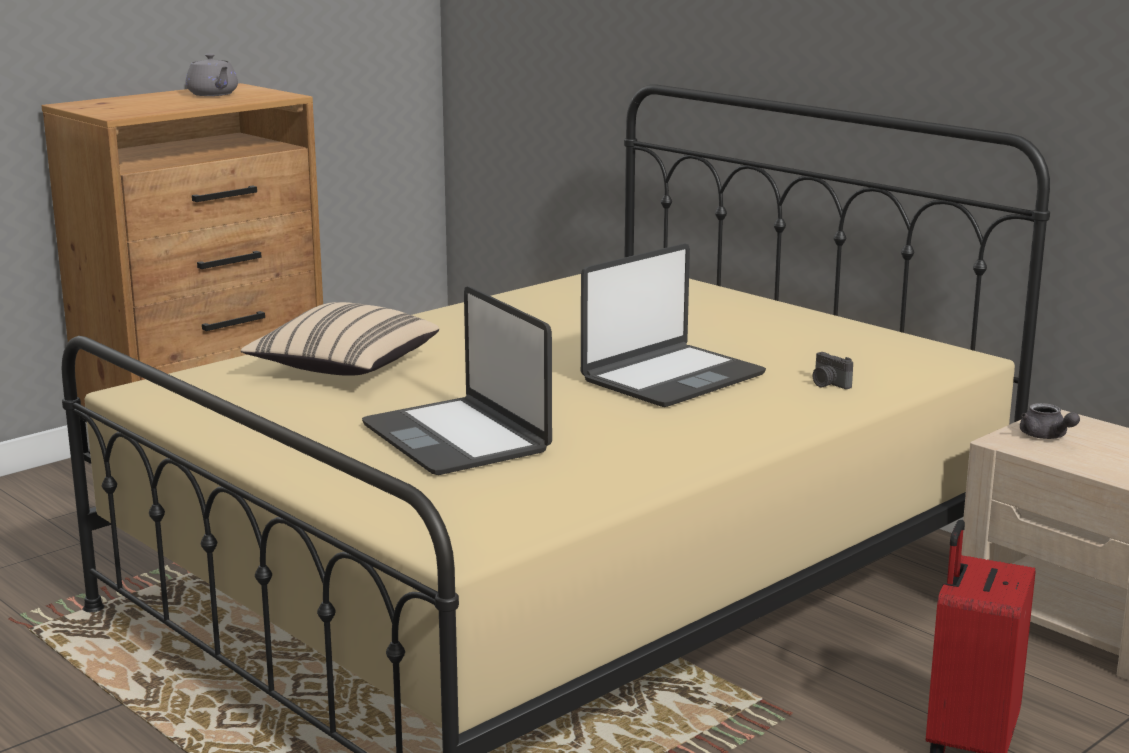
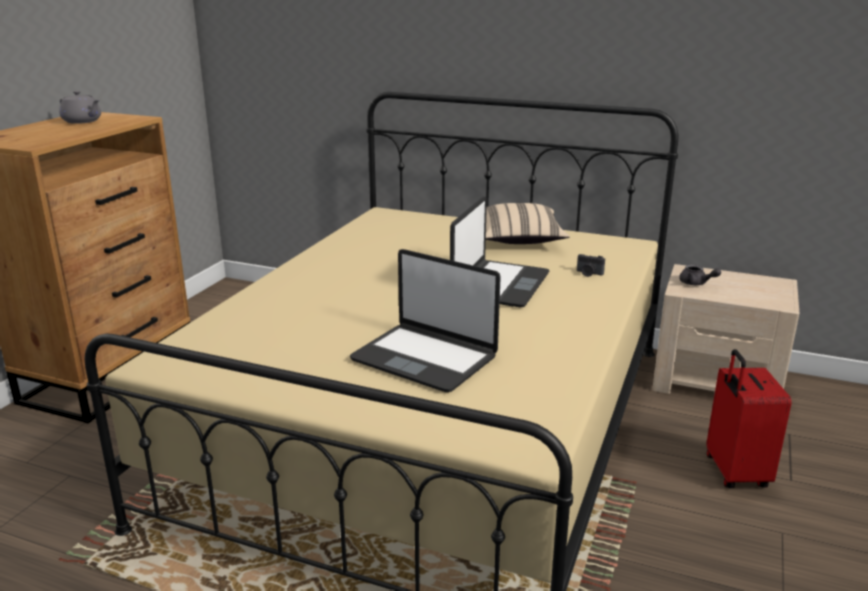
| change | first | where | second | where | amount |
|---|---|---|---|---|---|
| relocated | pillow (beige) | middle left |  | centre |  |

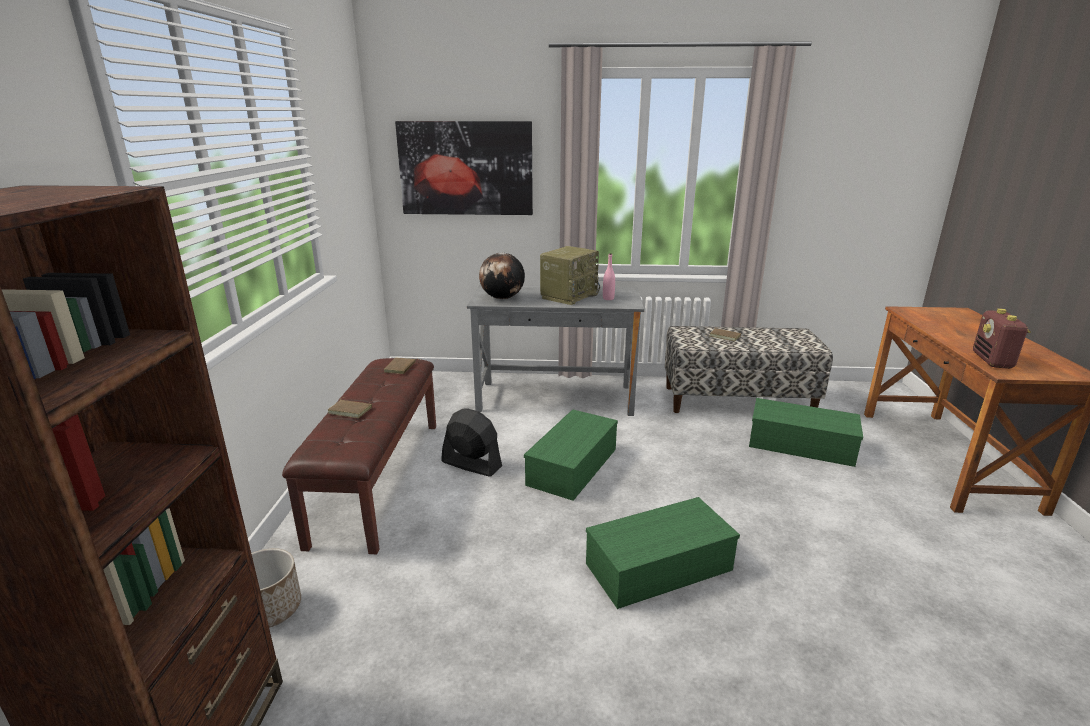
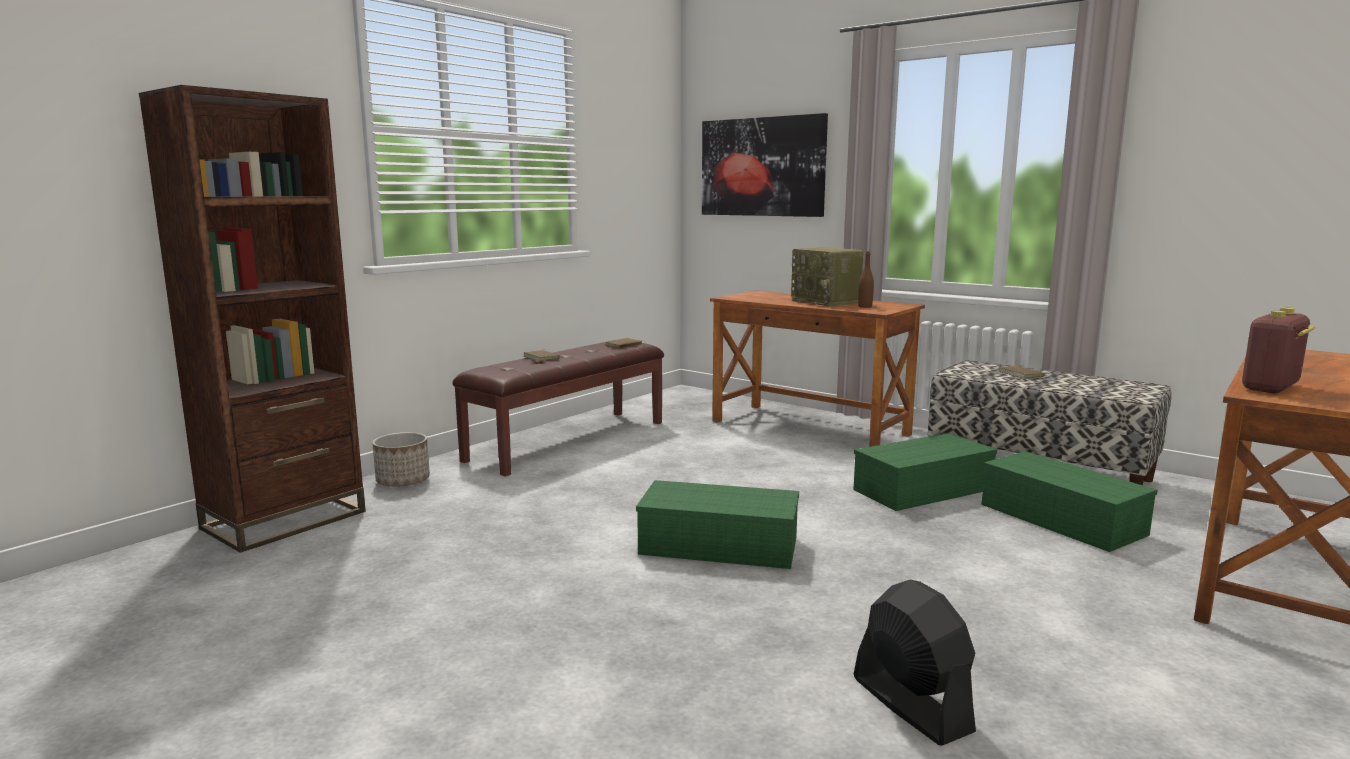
| change | first | where | second | where | amount |
|---|---|---|---|---|---|
| relocated | fan (black) | centre |  | bottom right |  |
| colour | desk (grey) | centre | desk (brown) (no. 1 from left) | centre |  |
| missing | globe | centre |  |  |  |
| relocated | storage box (green) (no. 1 from left in the first image) | centre | storage box (green) (no. 2 from left) | middle right |  |
| spun | radio (no. 1 from left) | centre |  | centre | 75 degrees clockwise |
| colour | bottle (pink) | centre | bottle (brown) | centre |  |

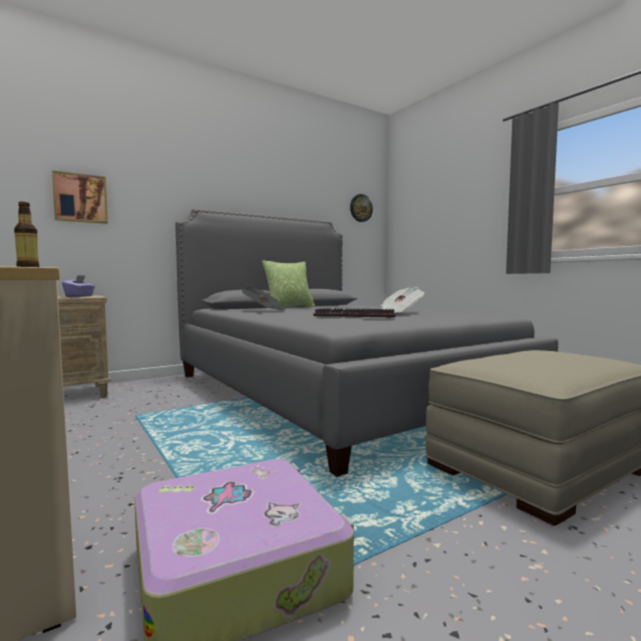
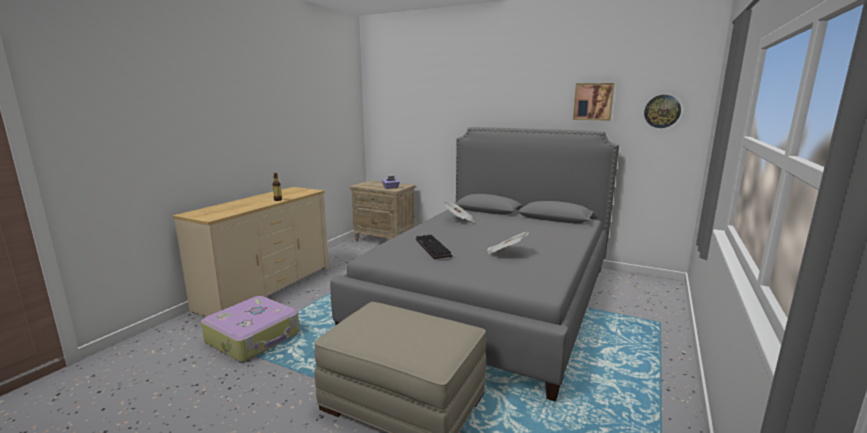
| change | first | where | second | where | amount |
|---|---|---|---|---|---|
| relocated | picture | top left |  | top right |  |
| missing | pillow | centre |  |  |  |

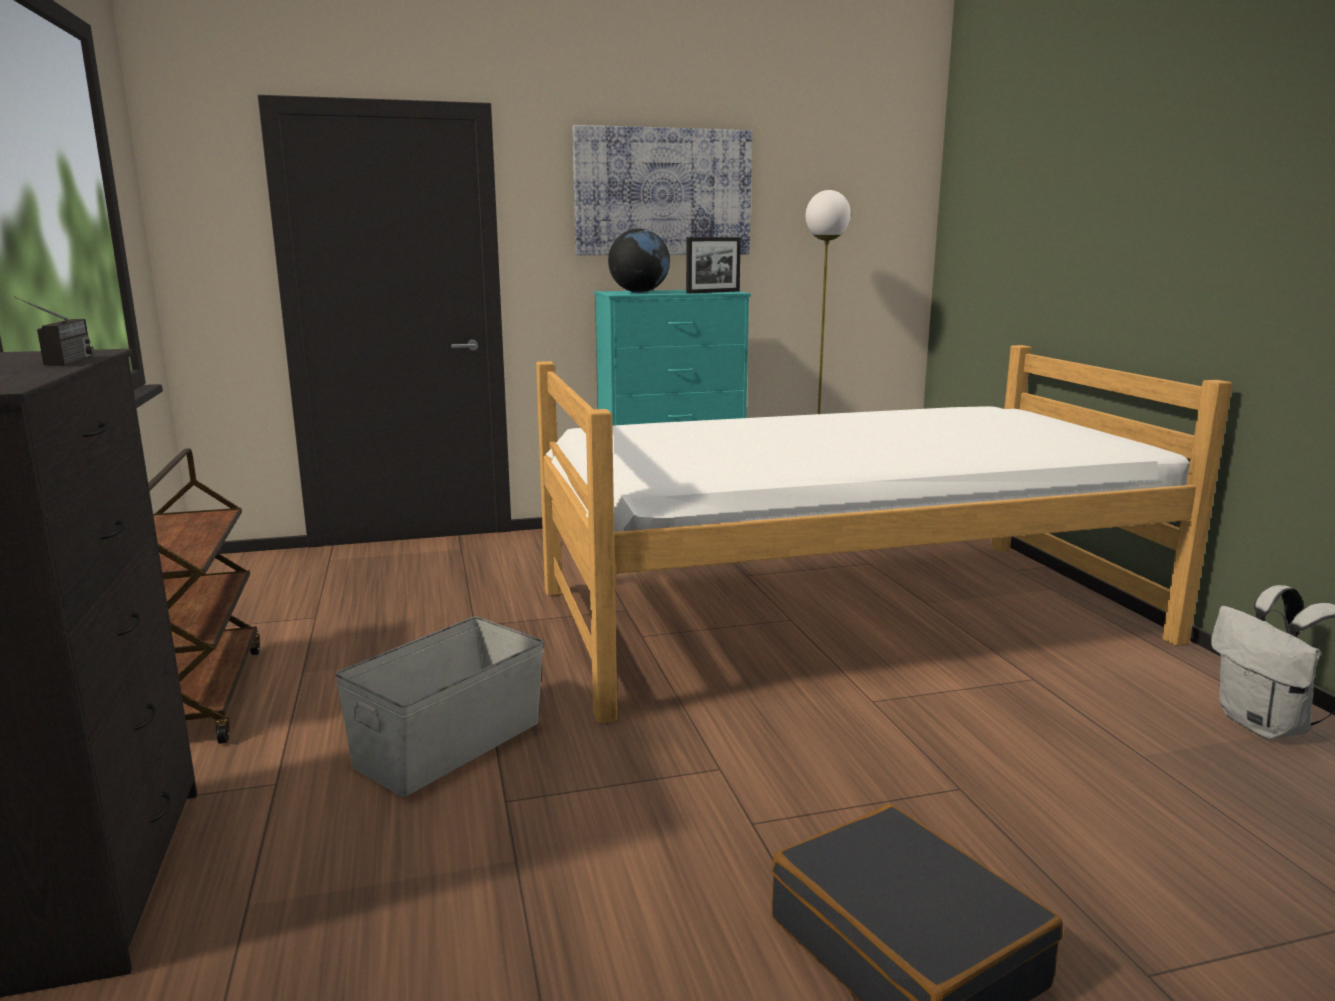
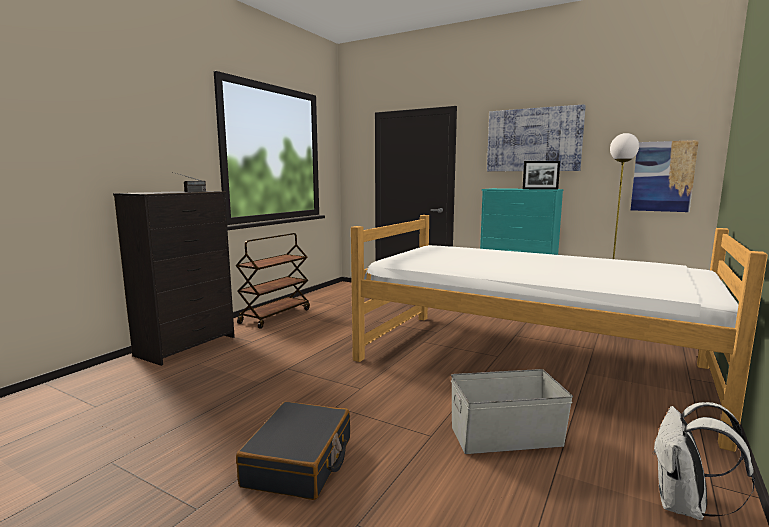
| change | first | where | second | where | amount |
|---|---|---|---|---|---|
| relocated | storage box (grey) | bottom left |  | bottom centre |  |
| missing | globe | top centre |  |  |  |
| appeared |  |  | picture (no. 2 from left) | middle right |  |

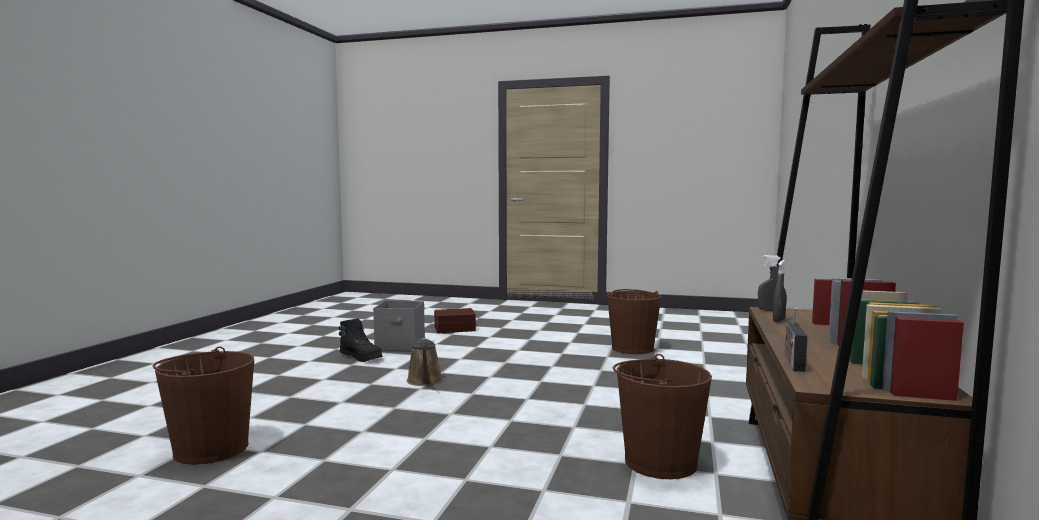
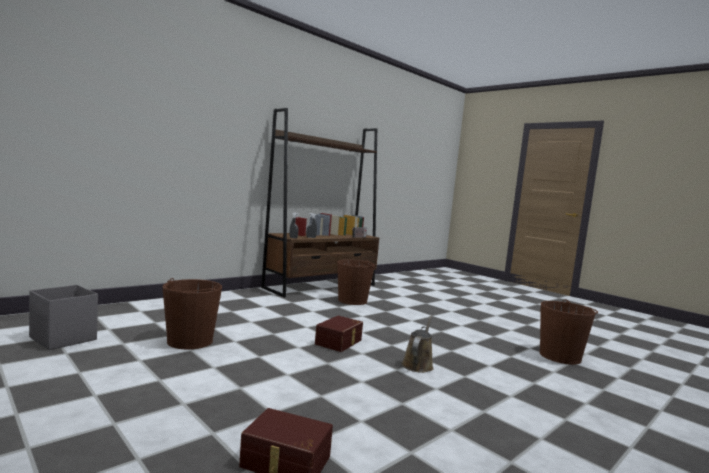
| change | first | where | second | where | amount |
|---|---|---|---|---|---|
| missing | boot (black) | centre |  |  |  |
| relocated | storage box (grey) | centre |  | bottom left |  |
| appeared |  |  | storage box (brown) (no. 2 from left) | bottom centre |  |

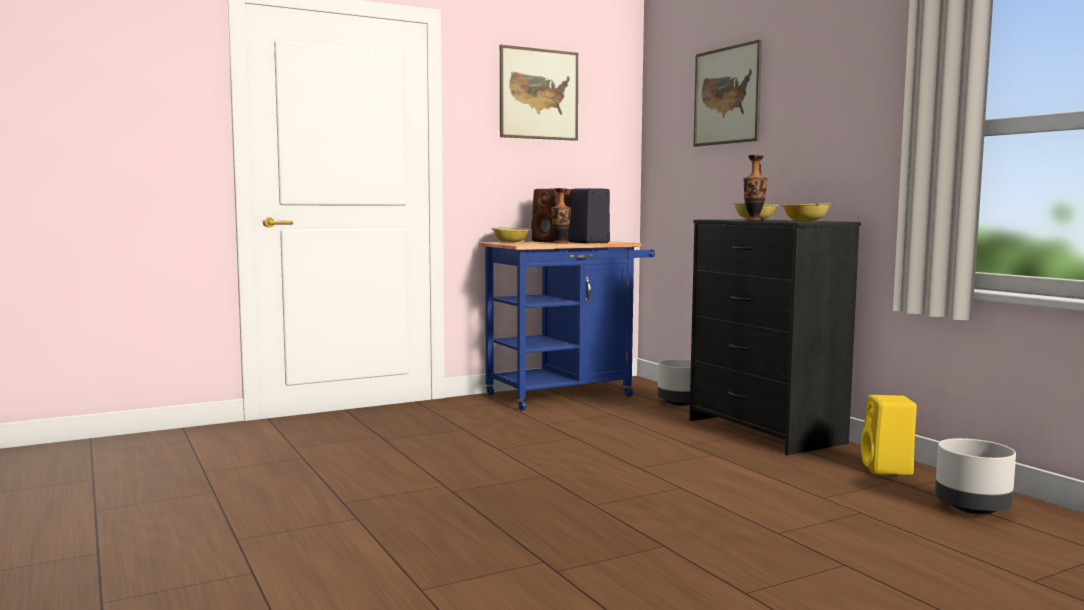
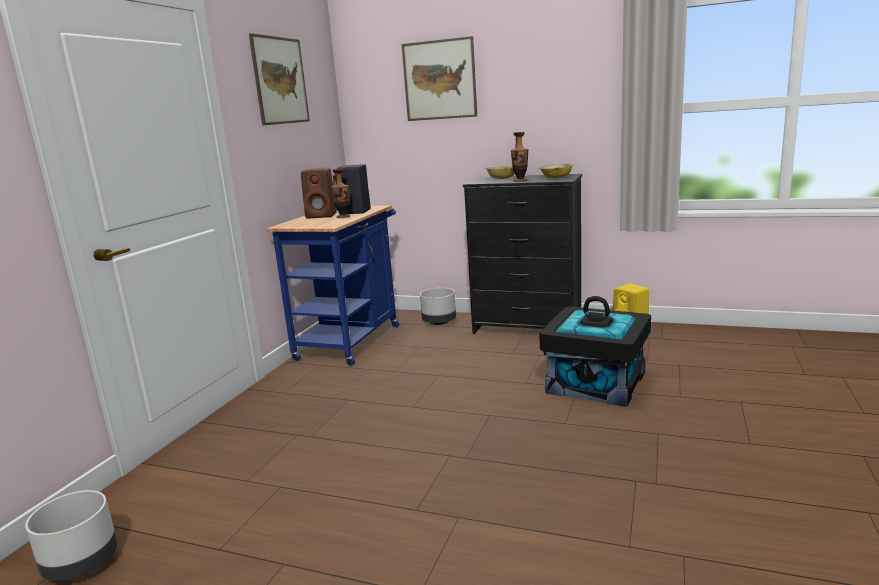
| change | first | where | second | where | amount |
|---|---|---|---|---|---|
| missing | bowl (no. 1 from left) | centre |  |  |  |
| relocated | planter (grey) (no. 2 from left in the first image) | bottom right | planter (grey) (no. 1 from left) | bottom left |  |
| appeared |  |  | storage box (black) | middle right |  |

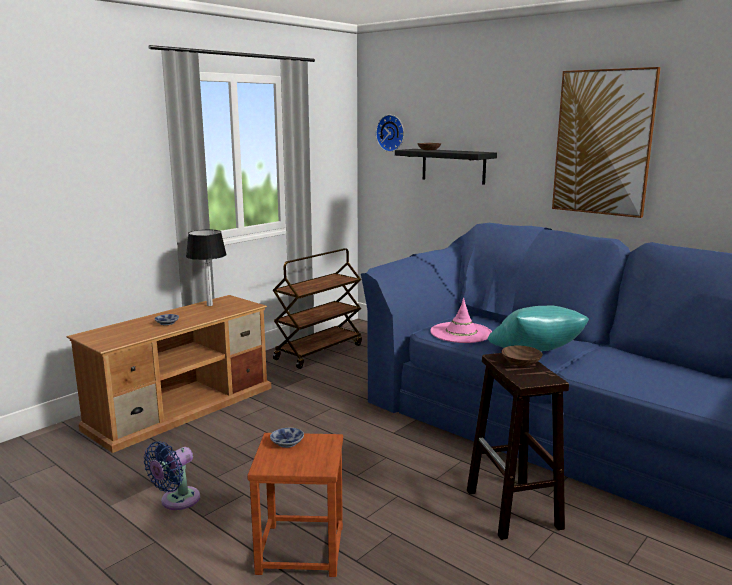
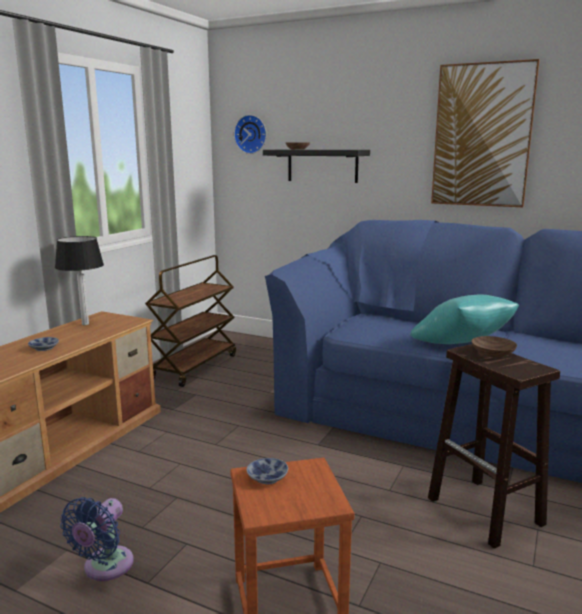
| change | first | where | second | where | amount |
|---|---|---|---|---|---|
| missing | hat (pink) | centre |  |  |  |

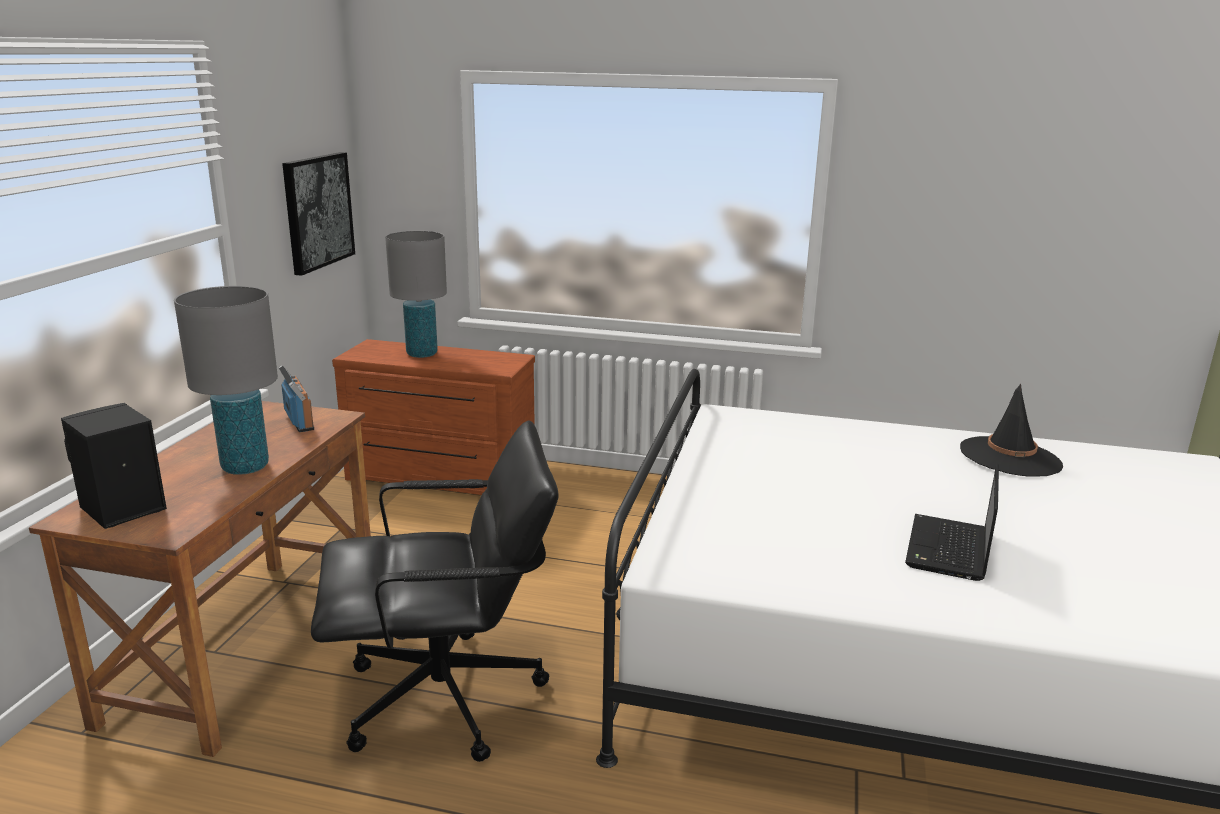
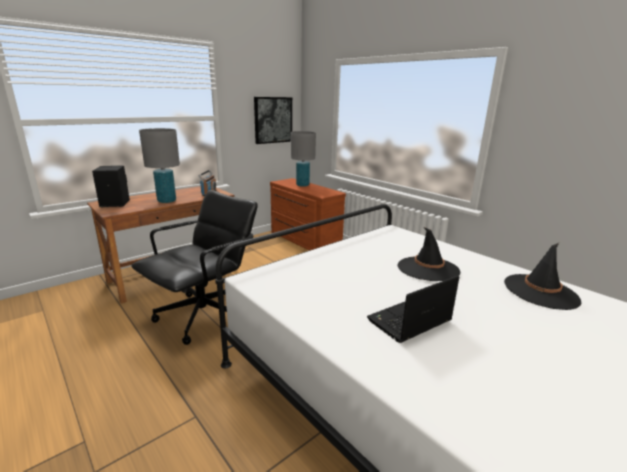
| change | first | where | second | where | amount |
|---|---|---|---|---|---|
| spun | office chair (black) | bottom centre |  | middle left | 75 degrees counterclockwise |
| appeared |  |  | hat (black) (no. 1 from left) | middle right |  |

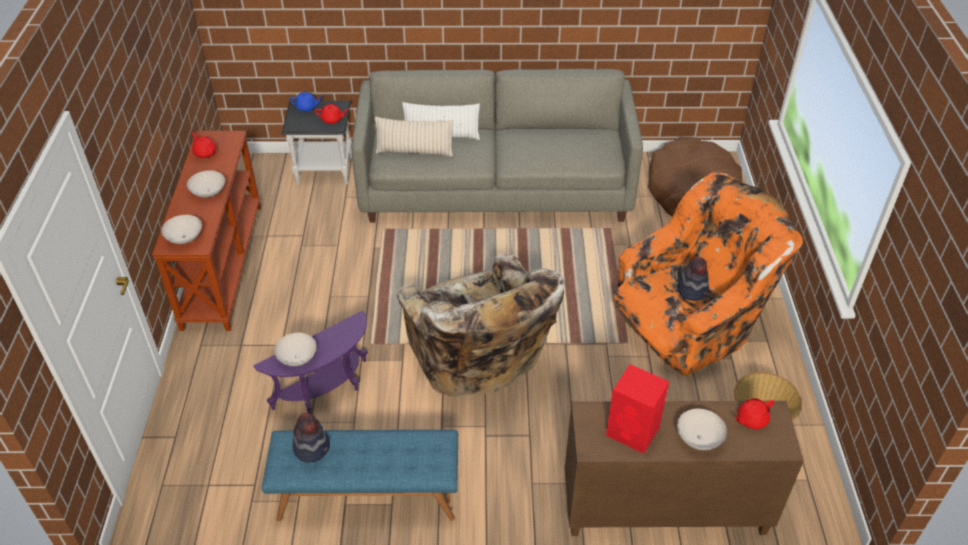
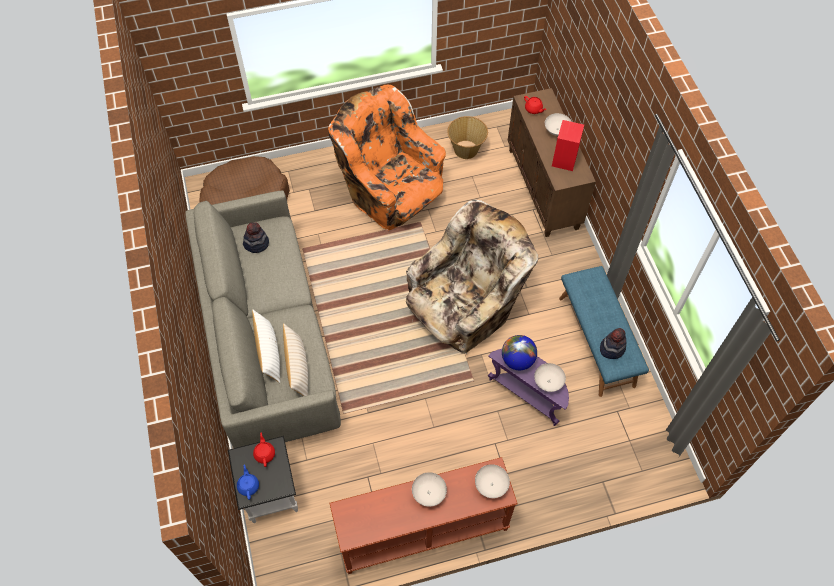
| change | first | where | second | where | amount |
|---|---|---|---|---|---|
| missing | teapot (red) (no. 1 from left) | top left |  |  |  |
| relocated | hat (no. 2 from left in the first image) | middle right | hat (no. 1 from left) | middle left |  |
| appeared |  |  | globe | centre |  |

